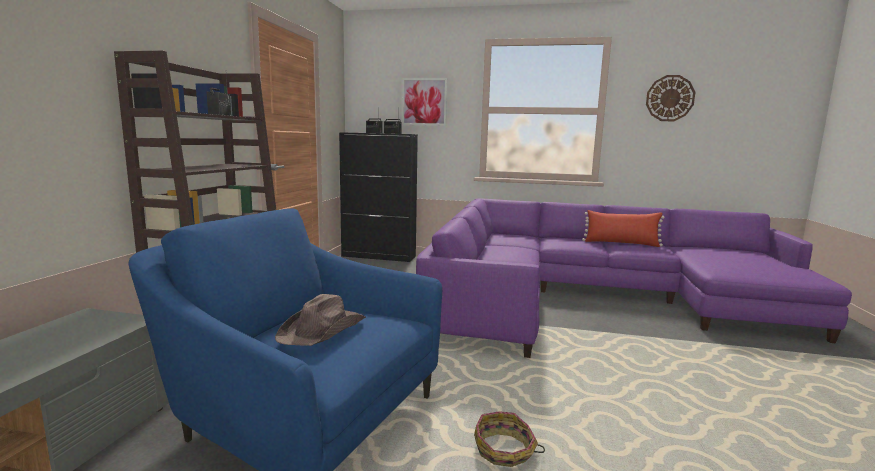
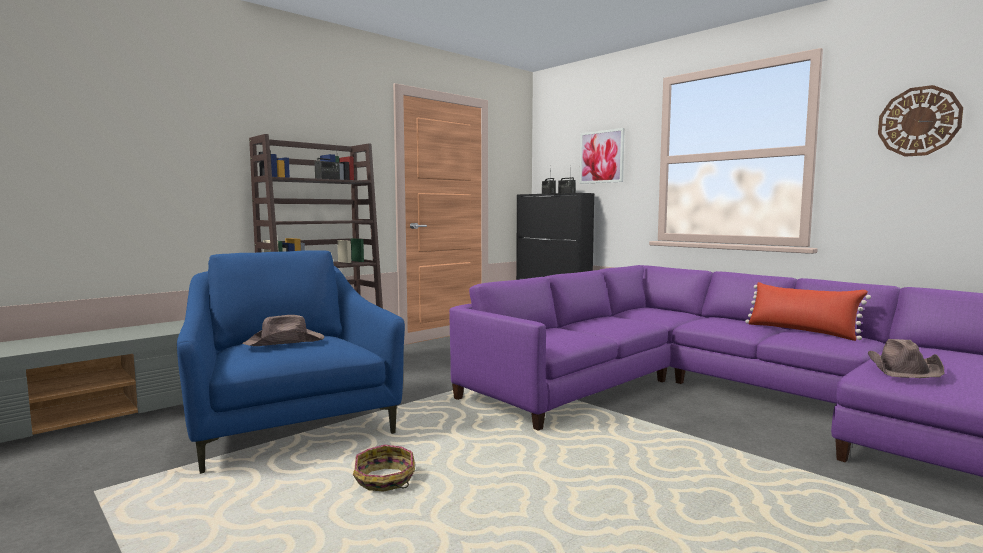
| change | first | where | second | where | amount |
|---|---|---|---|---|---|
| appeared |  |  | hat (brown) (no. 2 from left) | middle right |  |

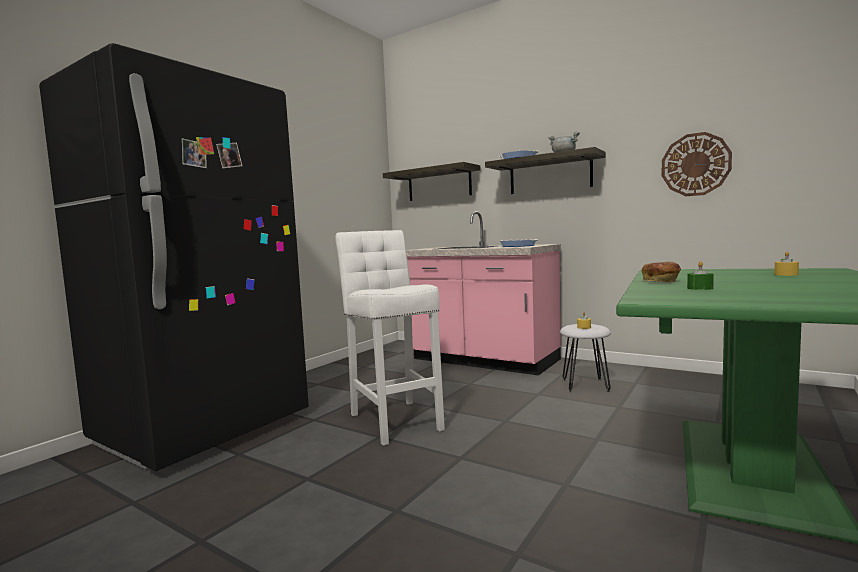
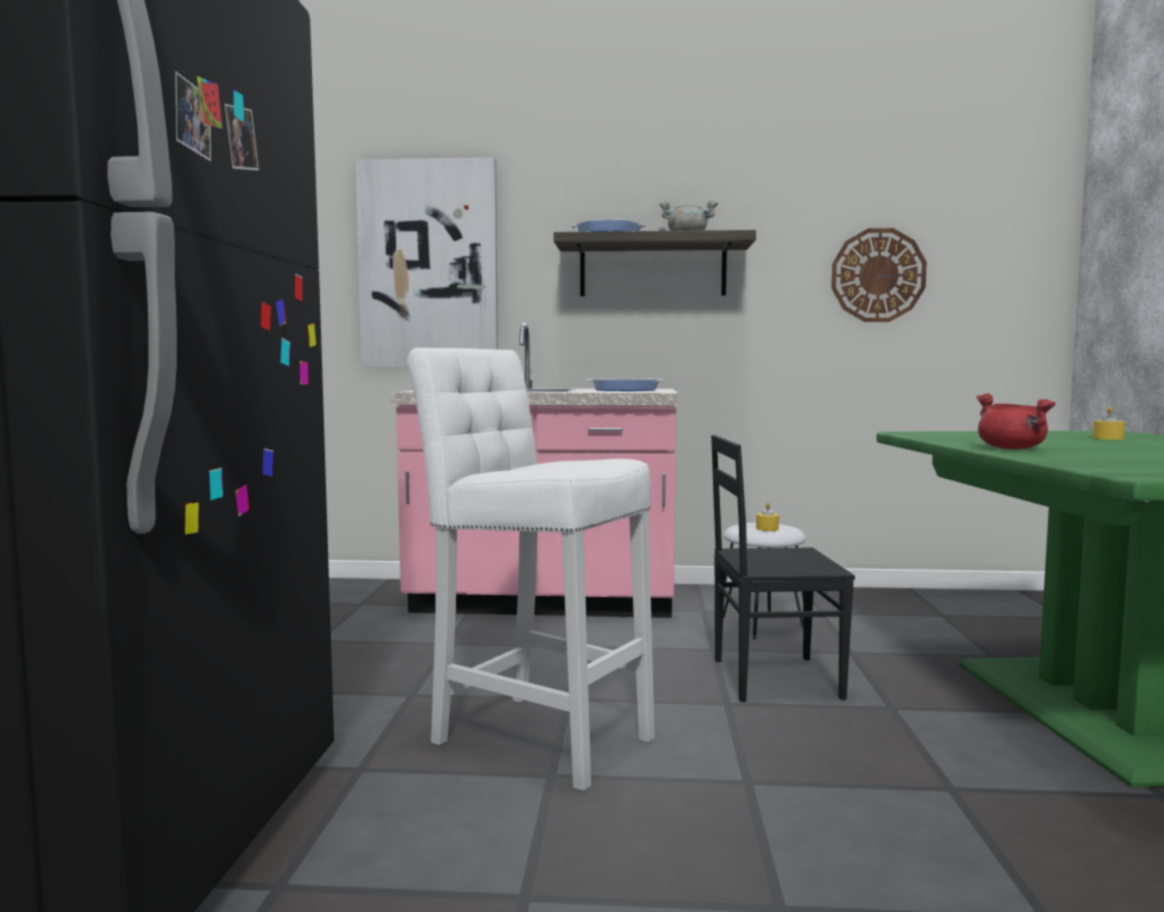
| change | first | where | second | where | amount |
|---|---|---|---|---|---|
| exchanged | shelf (no. 1 from left) | top centre | picture | top centre |  |
| exchanged | bread | middle right | cooking pot (red) | middle right |  |
| missing | candle (green) | middle right |  |  |  |
| appeared |  |  | chair (black) | middle right |  |

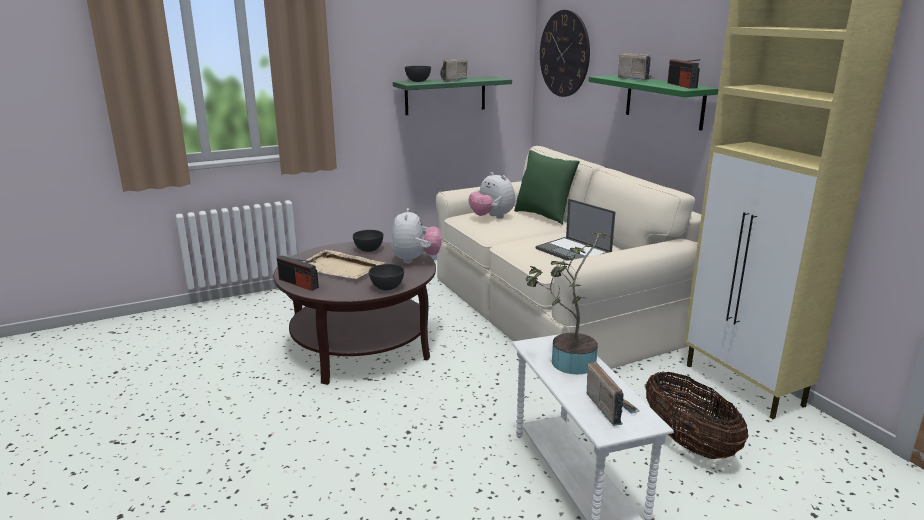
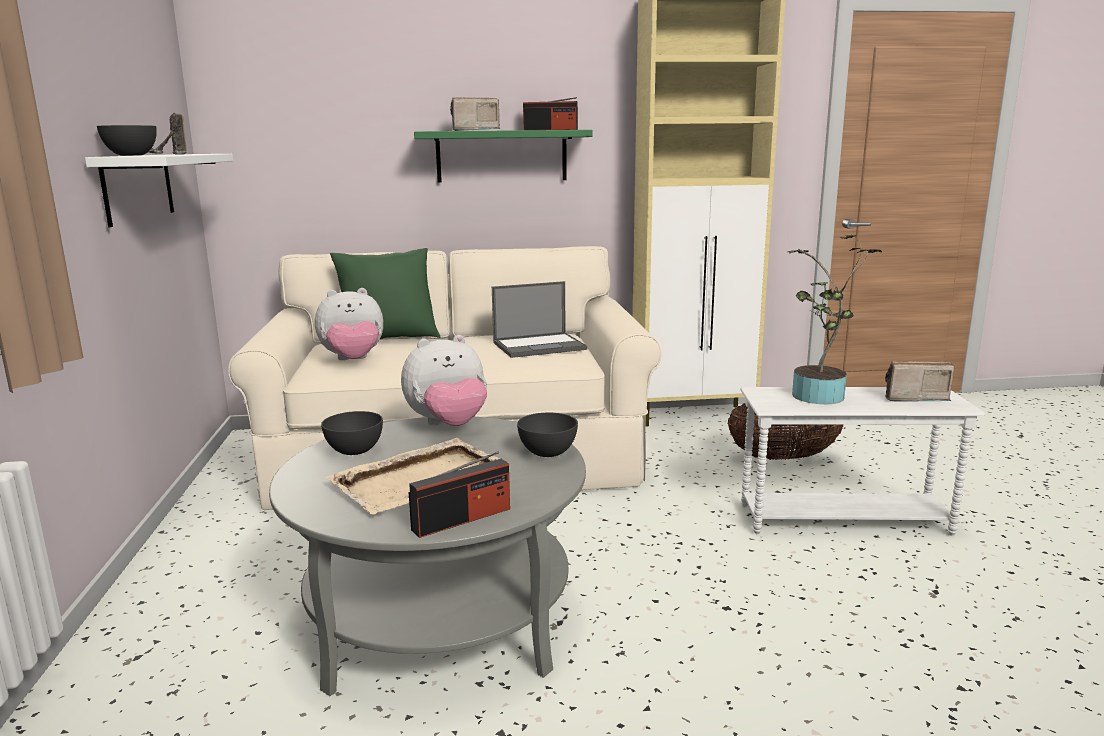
| change | first | where | second | where | amount |
|---|---|---|---|---|---|
| colour | coffee table (brown) | centre | coffee table (grey) | bottom centre |  |
| spun | plush toy (no. 1 from left in the first image) | centre | plush toy (no. 2 from left) | centre | 135 degrees clockwise |
| colour | shelf (green) (no. 1 from left) | top centre | shelf (white) | top left |  |
| missing | wall clock | top centre |  |  |  |

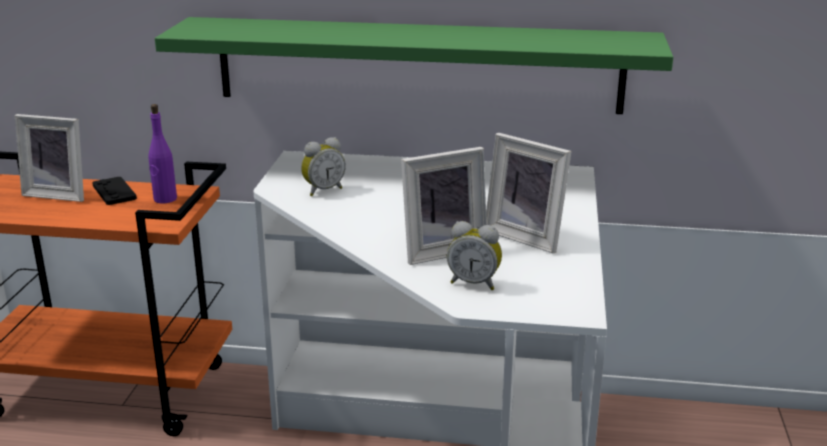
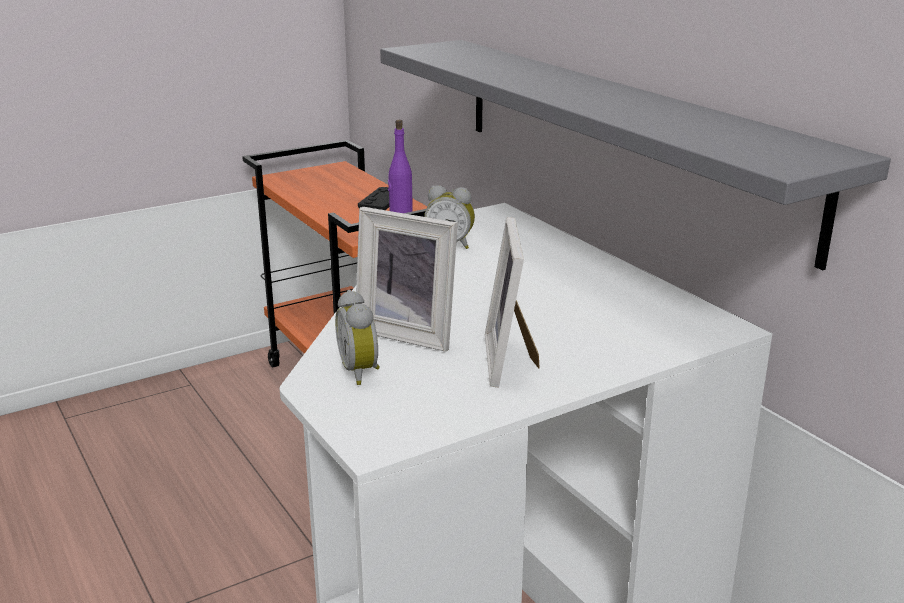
| change | first | where | second | where | amount |
|---|---|---|---|---|---|
| missing | picture frame (no. 1 from left) | middle left |  |  |  |
| colour | shelf (green) | top centre | shelf (grey) | top right |  |

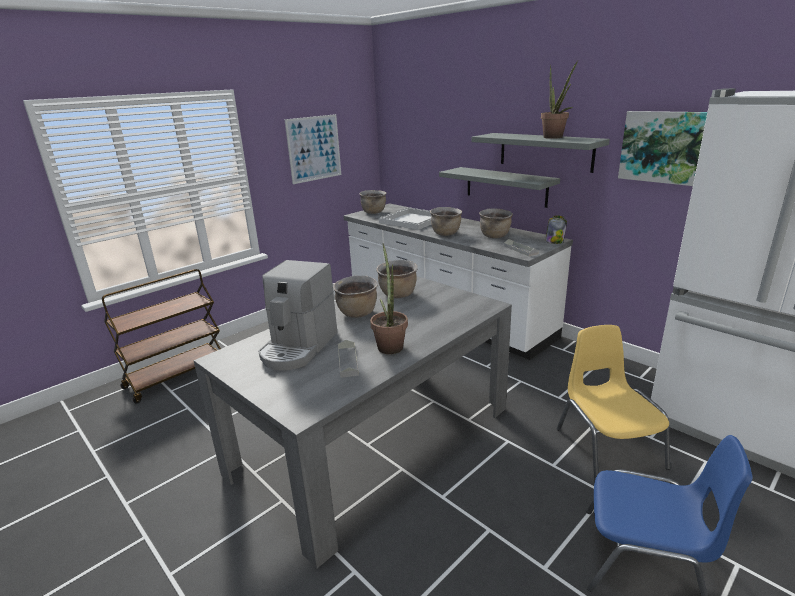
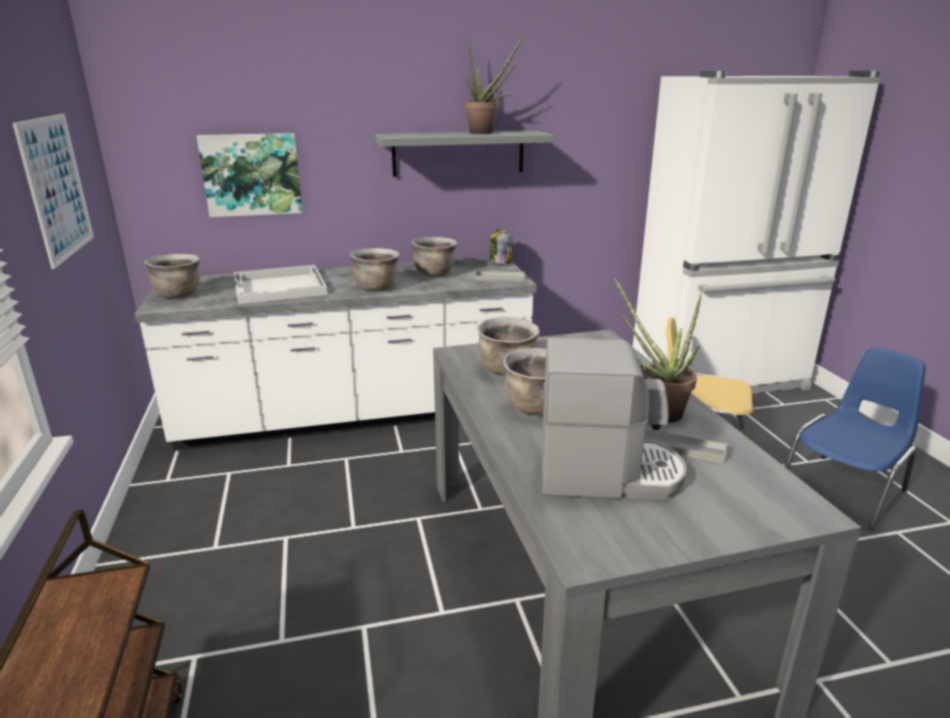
| change | first | where | second | where | amount |
|---|---|---|---|---|---|
| spun | coffee machine | centre |  | centre | 45 degrees counterclockwise |
| missing | shelf (grey) (no. 1 from left) | top centre |  |  |  |
| relocated | picture (no. 2 from left) | top right |  | top left |  |

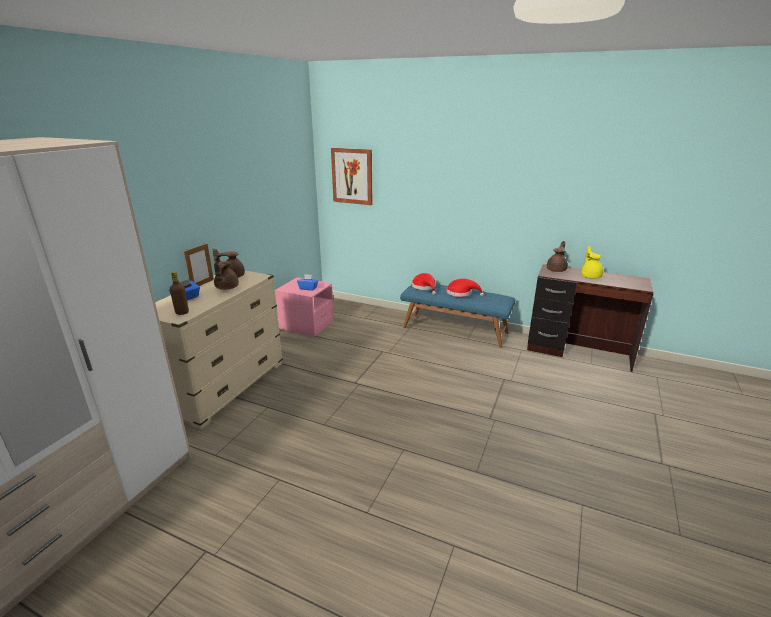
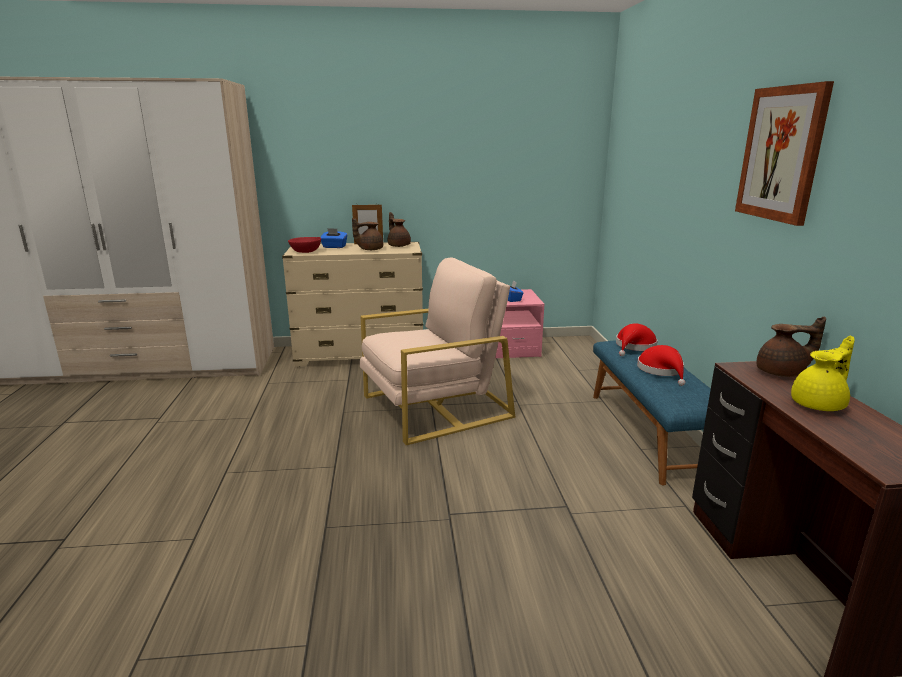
| change | first | where | second | where | amount |
|---|---|---|---|---|---|
| exchanged | bottle (brown) | middle left | bowl (red) | centre |  |
| relocated | picture | top centre |  | top right |  |
| appeared |  |  | armchair (beige) | centre |  |

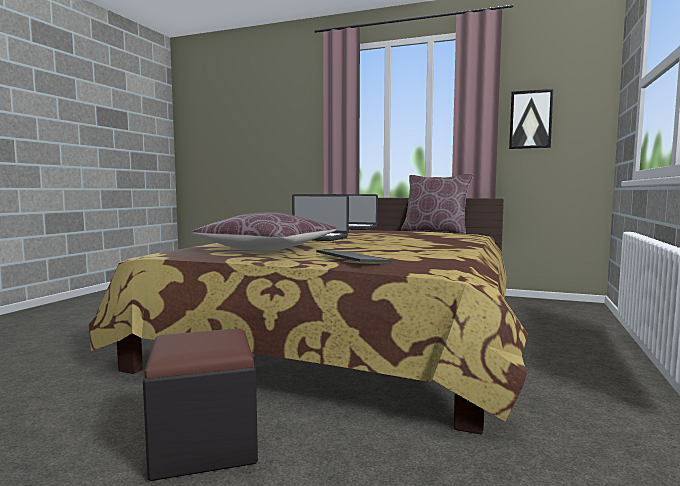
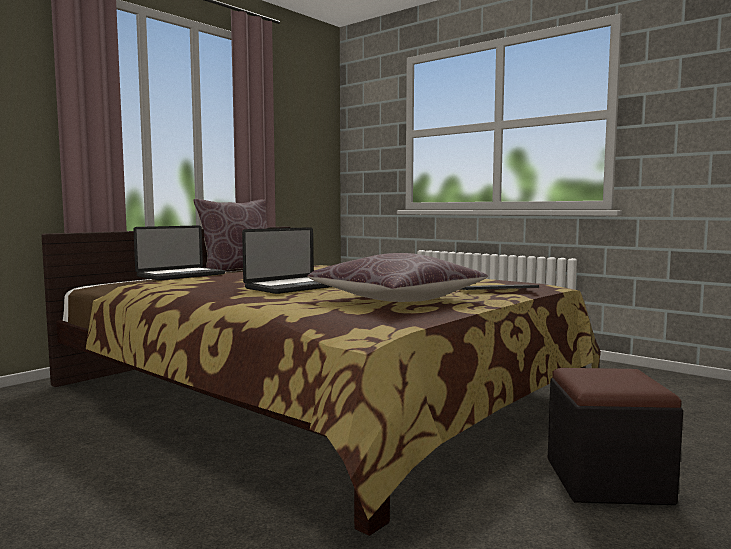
| change | first | where | second | where | amount |
|---|---|---|---|---|---|
| missing | picture | top right |  |  |  |

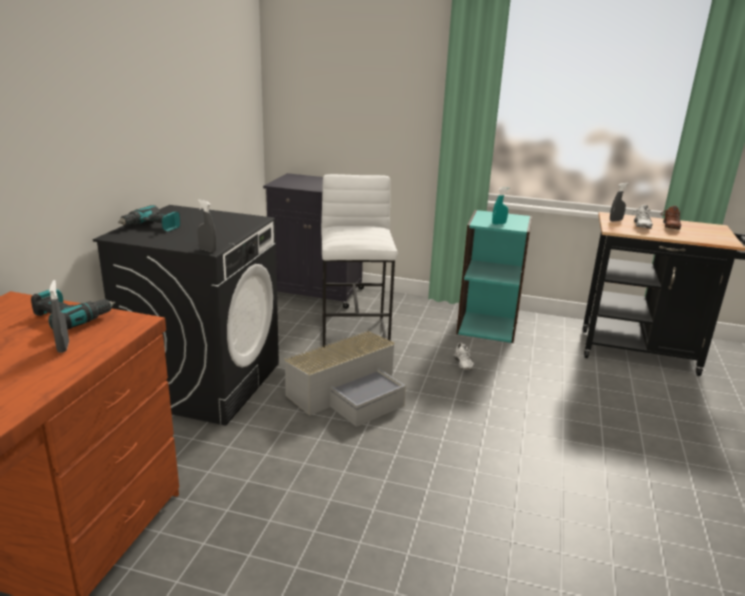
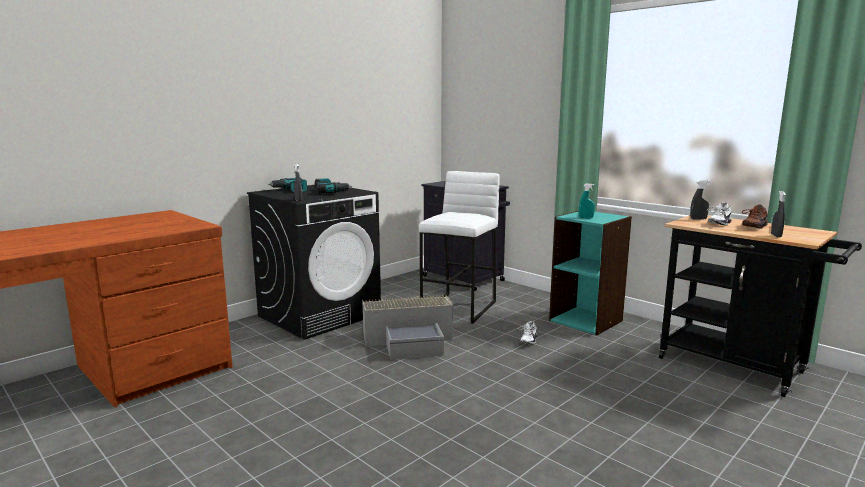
| change | first | where | second | where | amount |
|---|---|---|---|---|---|
| relocated | power drill (no. 1 from left in the first image) | middle left | power drill (no. 2 from left) | centre |  |
| relocated | spray bottle (grey) (no. 1 from left in the first image) | middle left | spray bottle (grey) (no. 3 from left) | middle right |  |

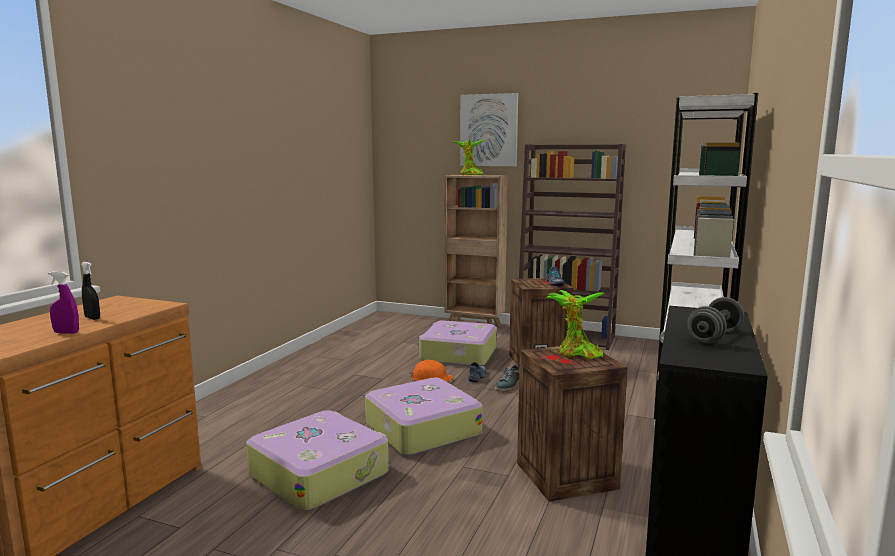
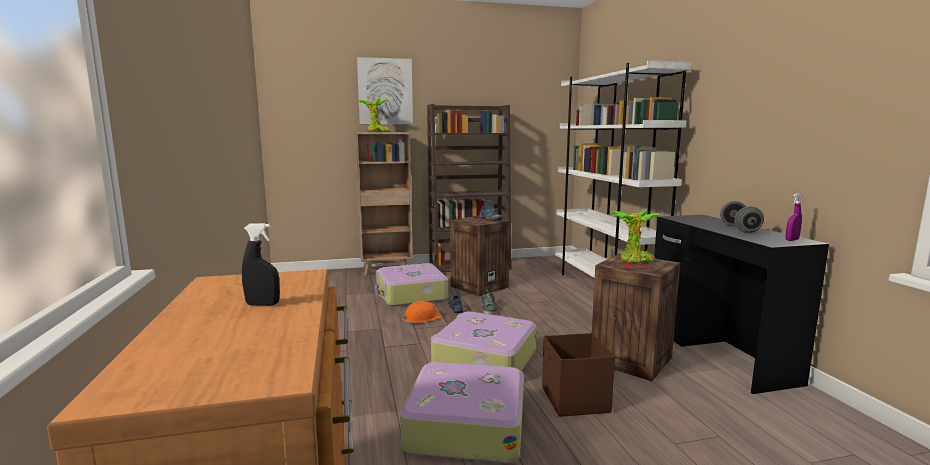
| change | first | where | second | where | amount |
|---|---|---|---|---|---|
| relocated | spray bottle (purple) | middle left |  | middle right |  |
| appeared |  |  | storage box (brown) | bottom centre |  |

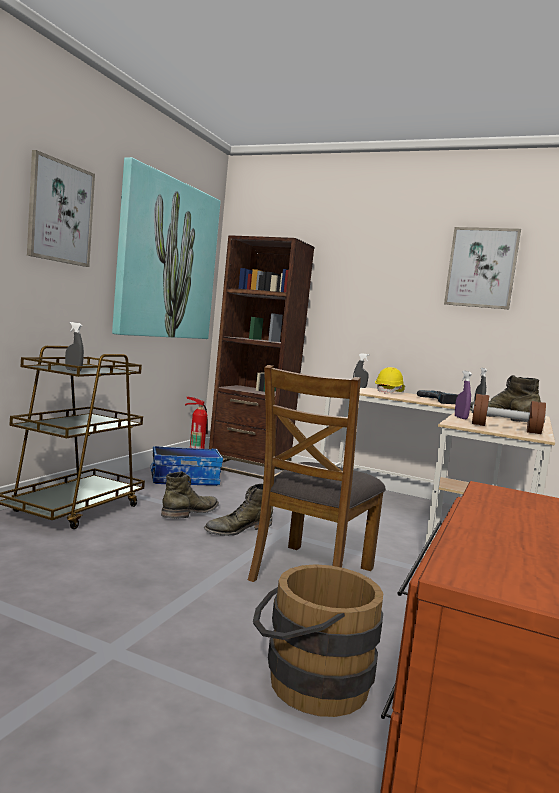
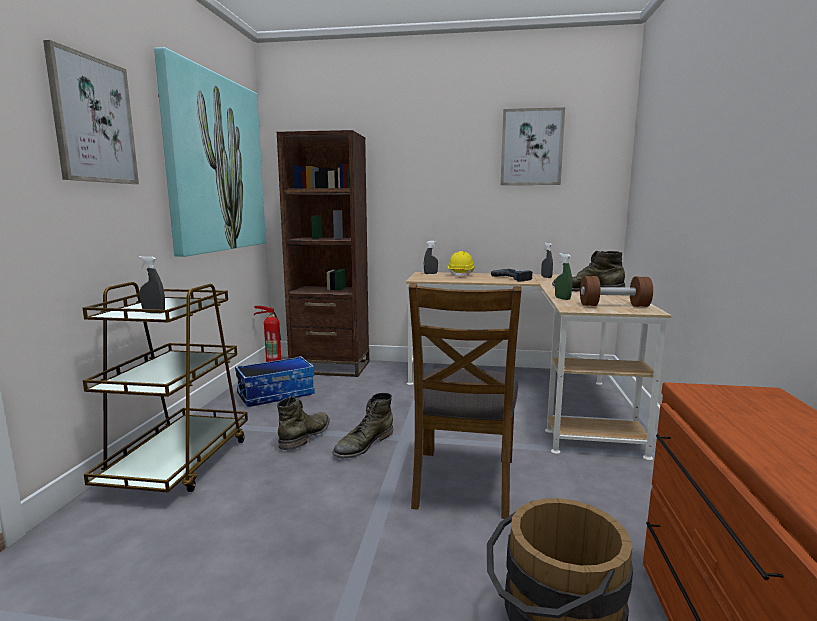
| change | first | where | second | where | amount |
|---|---|---|---|---|---|
| colour | spray bottle (purple) | middle right | spray bottle (green) | middle right |  |

